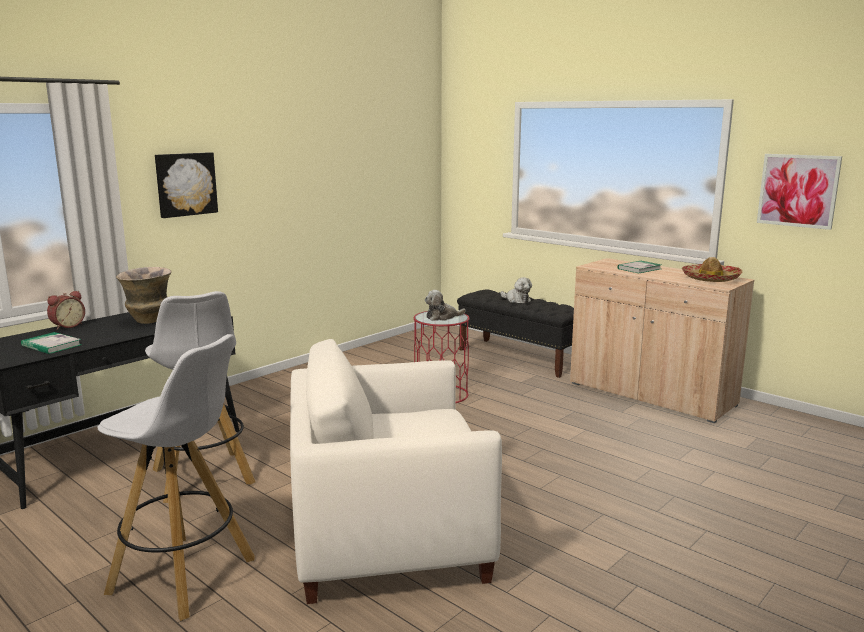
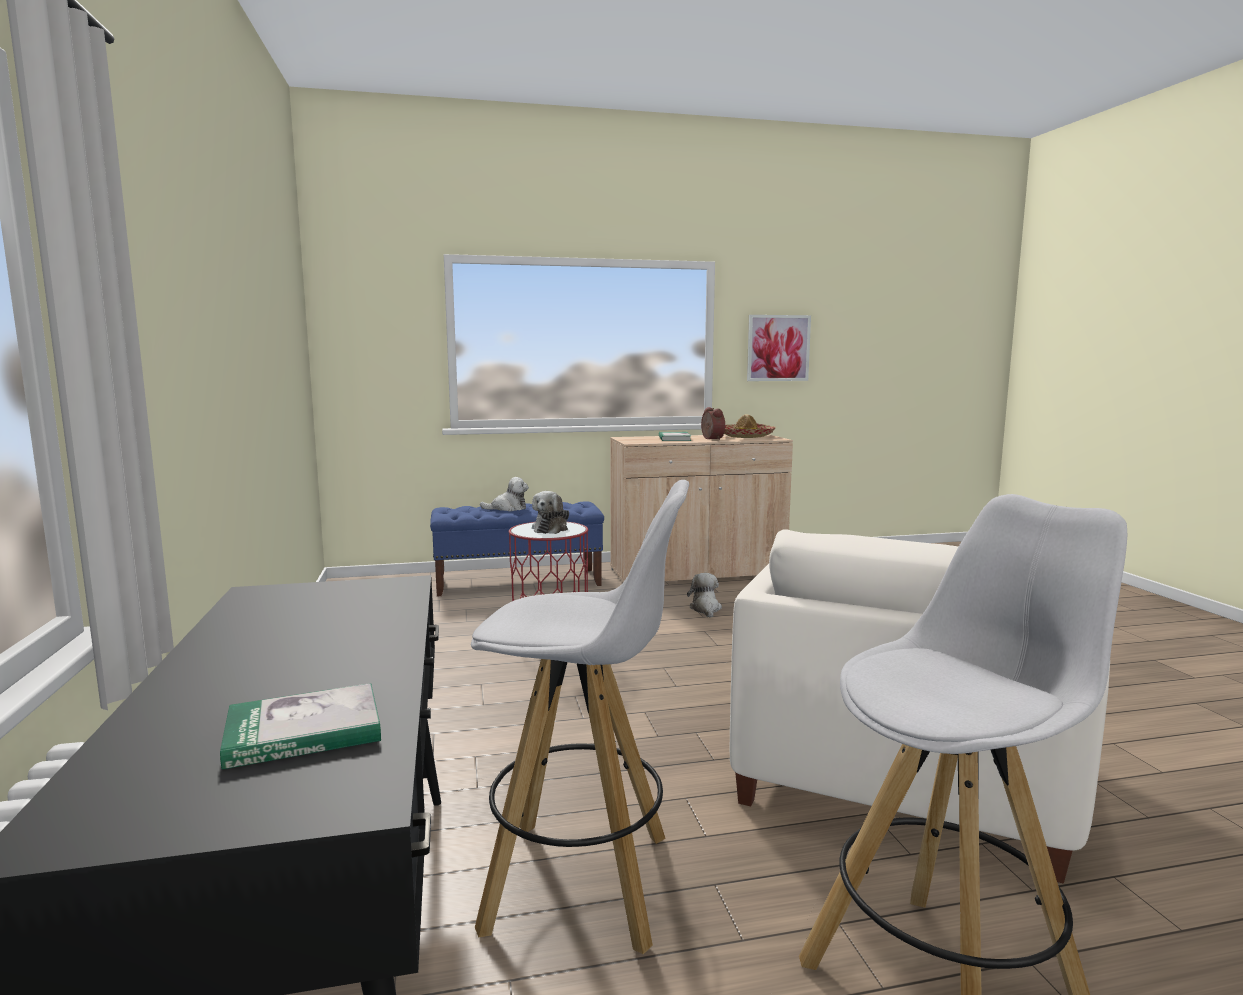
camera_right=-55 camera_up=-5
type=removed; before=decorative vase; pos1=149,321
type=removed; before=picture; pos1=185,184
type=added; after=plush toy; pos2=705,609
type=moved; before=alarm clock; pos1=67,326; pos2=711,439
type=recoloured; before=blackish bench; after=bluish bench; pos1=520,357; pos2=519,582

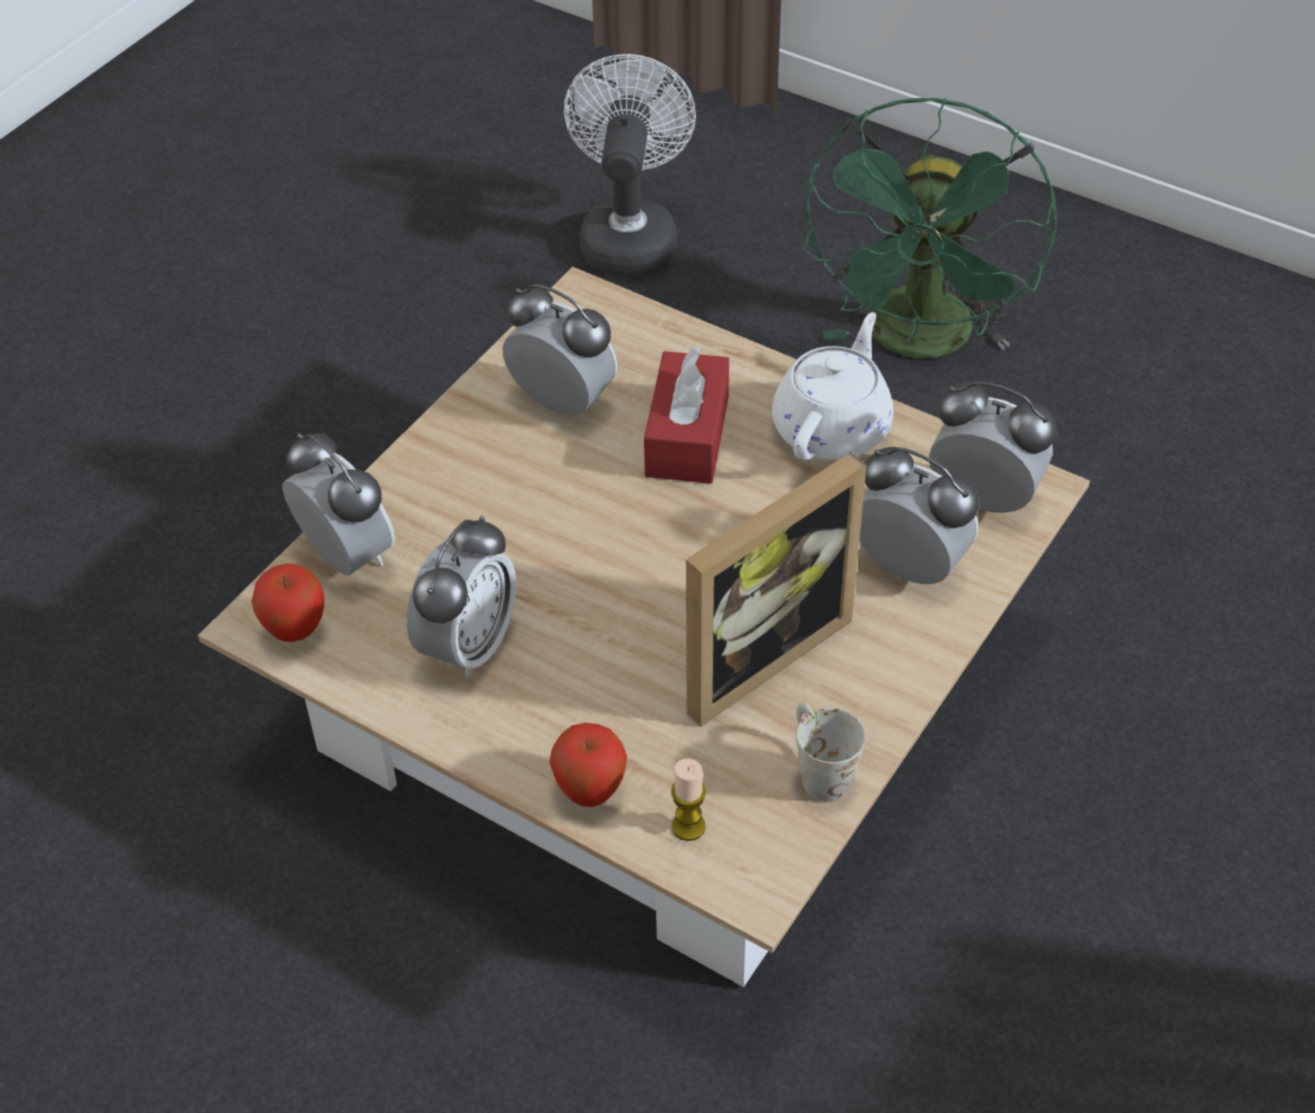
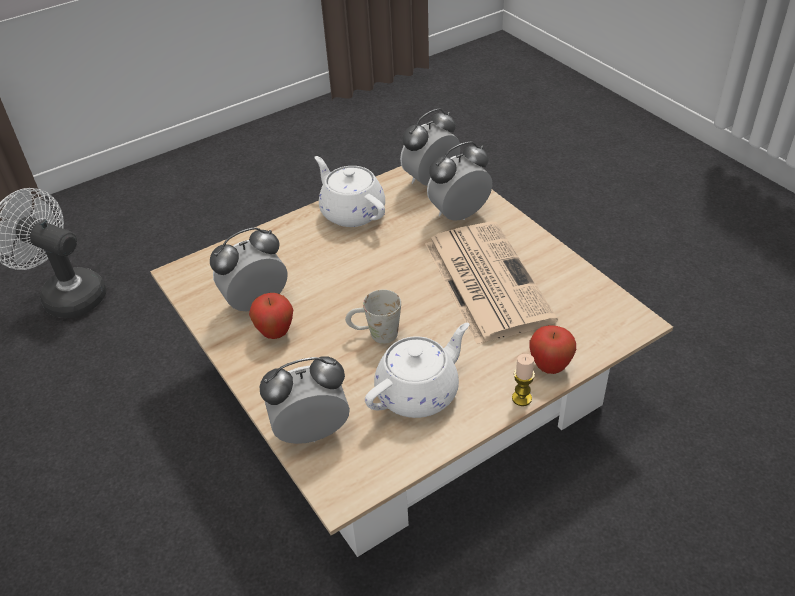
camera_right=-65 camera_up=-5
type=removed; before=reddish tissue box; pos1=687,436
type=removed; before=greenish fan; pos1=920,343
type=moved; before=apple fruit; pos1=295,630; pos2=275,333
type=moved; before=wax light; pos1=688,826; pos2=521,398
type=moved; before=whitish tea mug; pos1=818,770; pos2=375,335
type=replaced; before=alarm clock; after=whitish tea pot; pos1=468,646; pos2=419,392
type=replaced; before=standing frame; after=daily paper; pos1=754,652; pos2=485,280

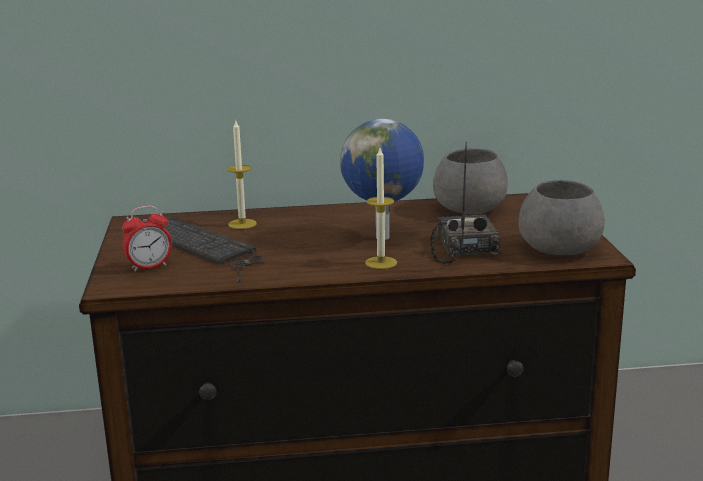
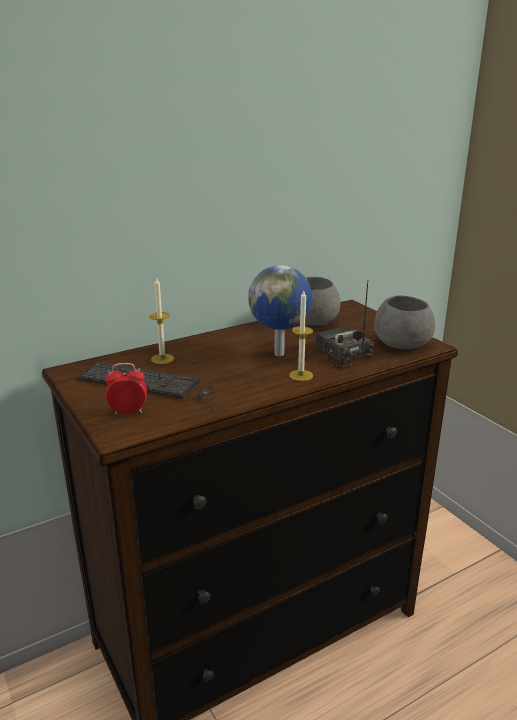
camera_right=-25 camera_up=5
type=turned; before=alarm clock; pos1=149,267; pos2=128,411; turn=-135

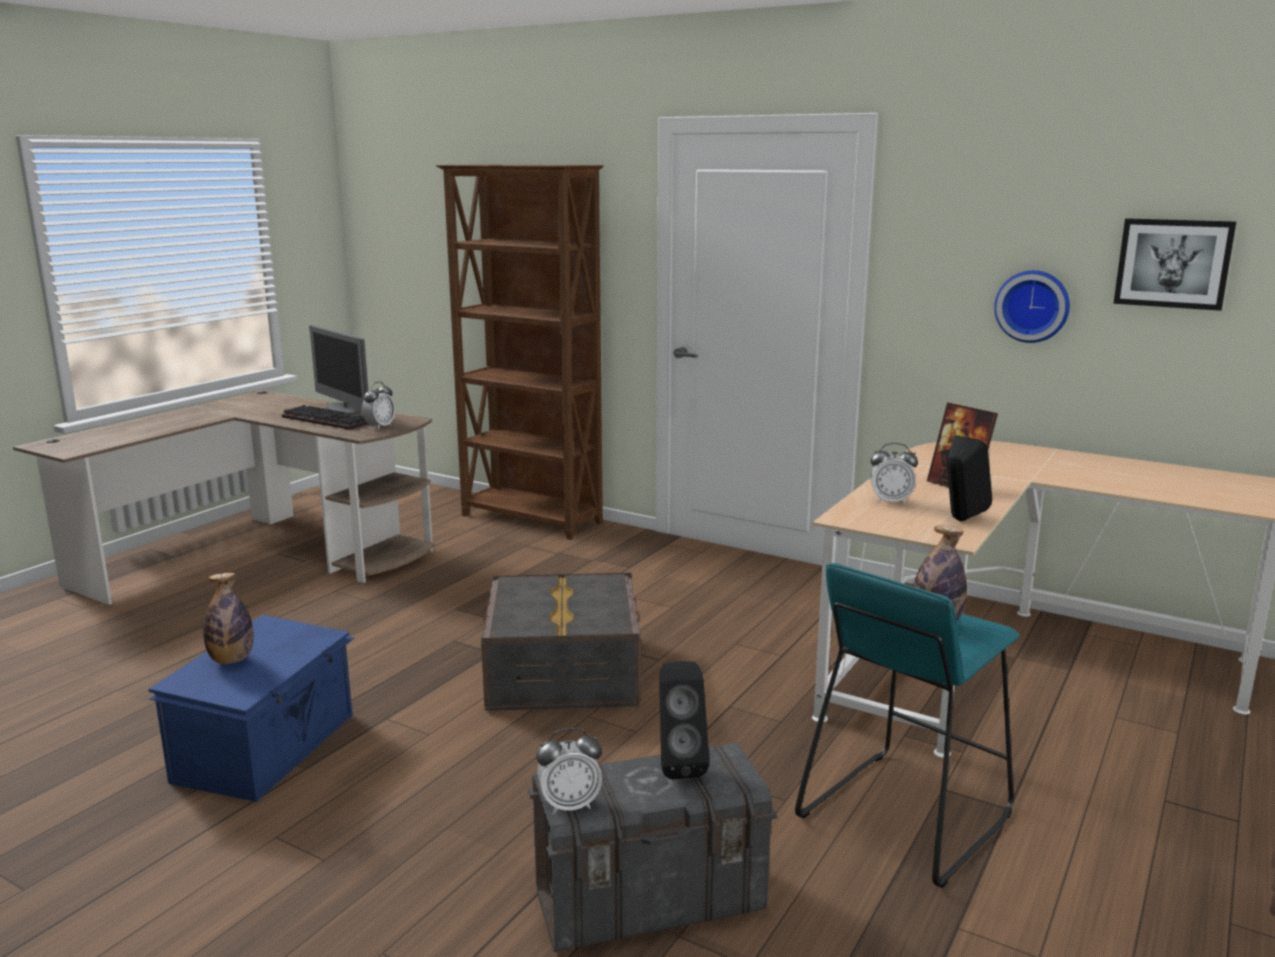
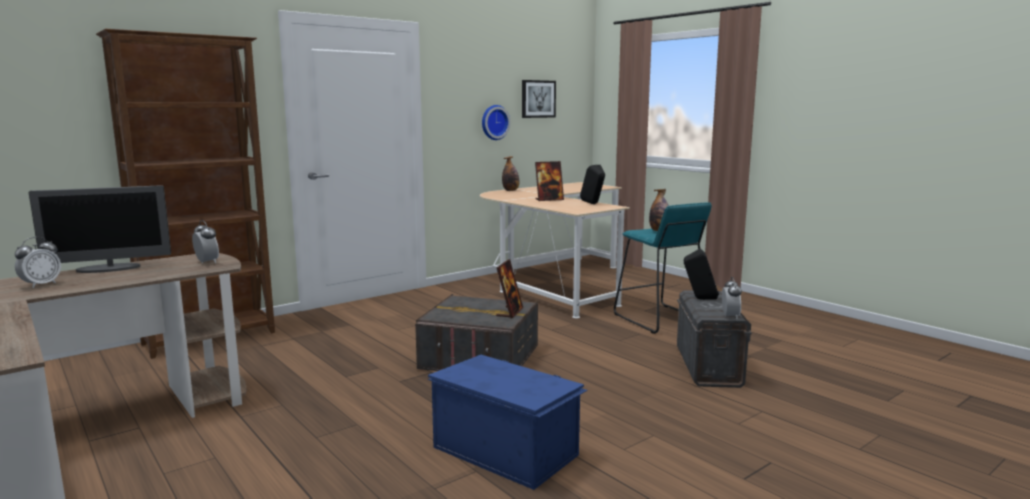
camera_right=-70 camera_up=-5
type=removed; before=keyboard; pos1=328,420
type=added; after=standing frame; pos2=509,312
type=moved; before=bottle; pos1=231,660; pos2=511,190
type=moved; before=alarm clock; pos1=891,501; pos2=41,285

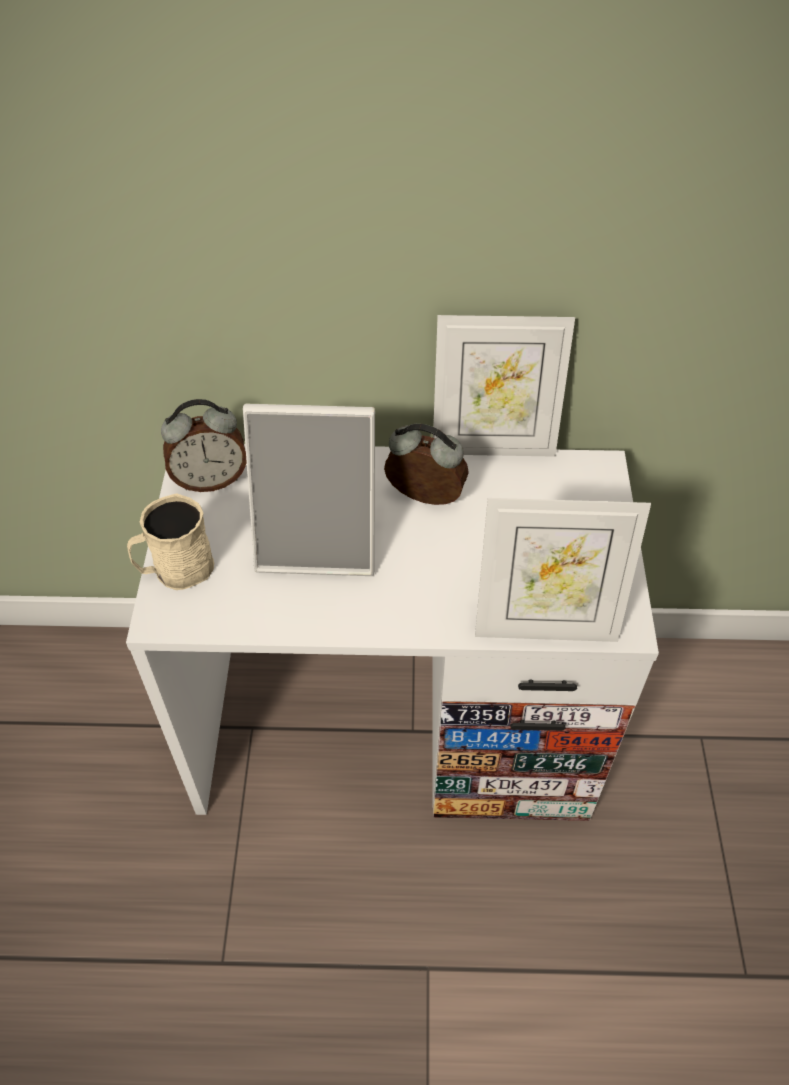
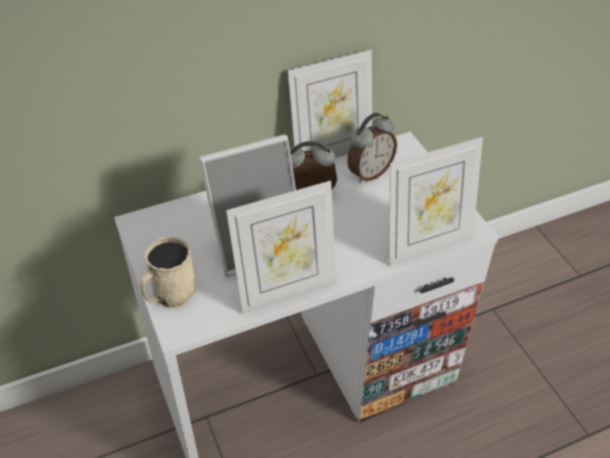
camera_right=-25 camera_up=-5
type=added; after=standing frame; pos2=286,290
type=moved; before=alarm clock; pos1=210,480; pos2=369,173

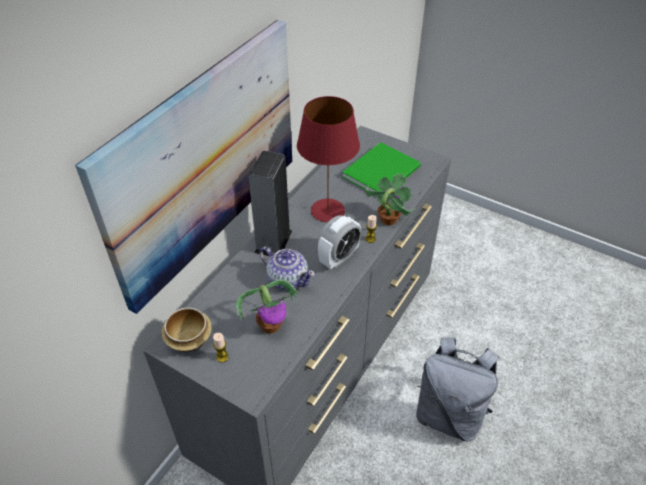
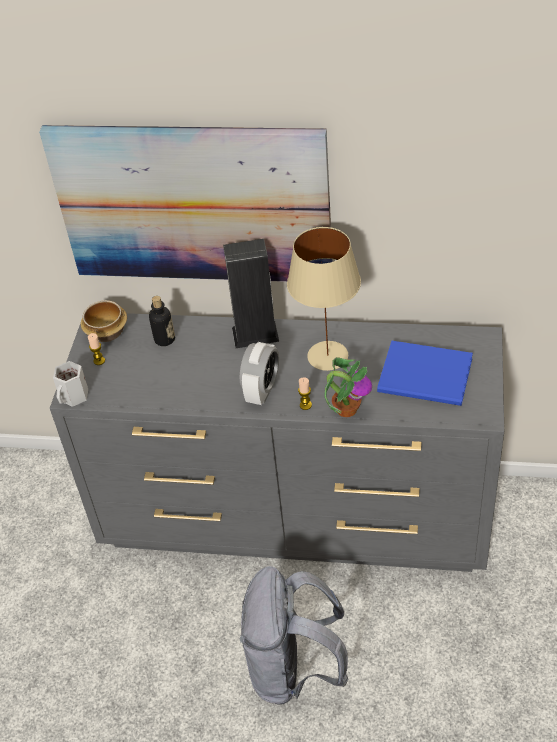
camera_right=70 camera_up=0
type=removed; before=houseplant; pos1=271,325
type=removed; before=tea pot; pos1=287,279
type=added; after=whitish tea mug; pos2=74,396
type=added; after=bottle; pos2=164,339
type=recoloured; before=reddish table lamp; after=beige-coloured table lamp; pos1=327,211; pos2=327,355
type=recoloured; before=greenish book; after=bluish book; pos1=384,171; pos2=427,378
type=turned; before=alarm clock; pos1=339,258; pos2=262,391; turn=-90

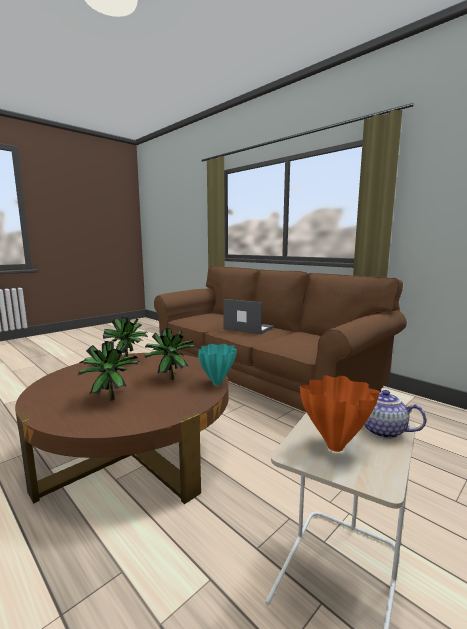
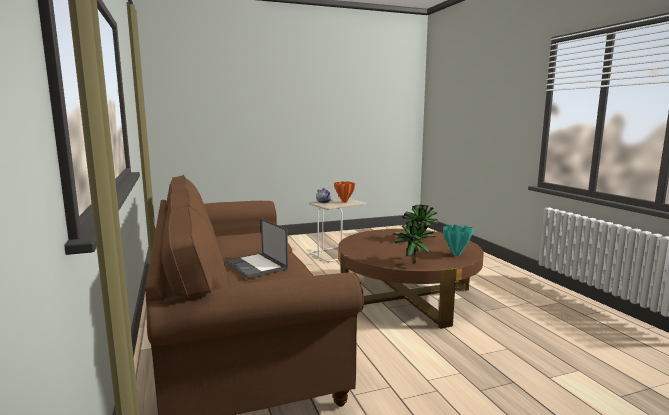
camera_right=-155 camera_up=0
type=removed; before=houseplant; pos1=169,378
type=moved; before=turquoise-coloured decorative vase; pos1=218,383; pos2=456,254

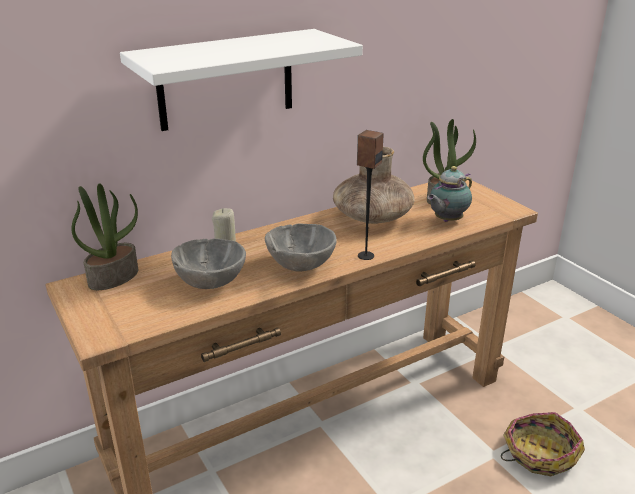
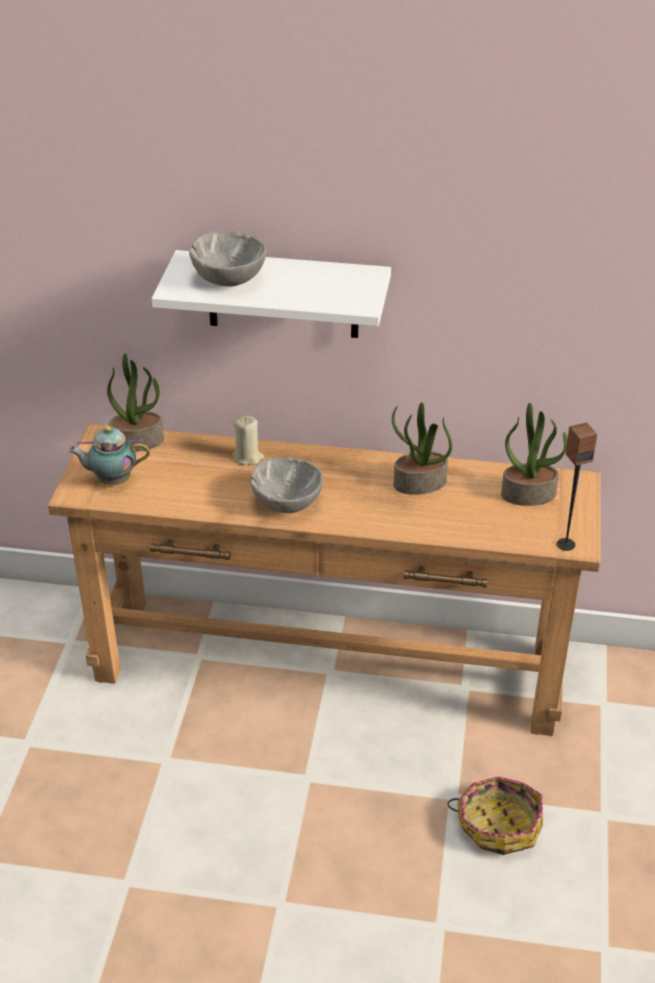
camera_right=40 camera_up=10
type=moved; before=grey deep dish; pos1=209,282; pos2=228,280
type=moved; before=speaker; pos1=365,255; pos2=565,544
type=moved; before=tea pot; pos1=446,220; pos2=112,480
type=replaced; before=brown decorative vase; after=houseplant; pos1=372,218; pos2=419,484

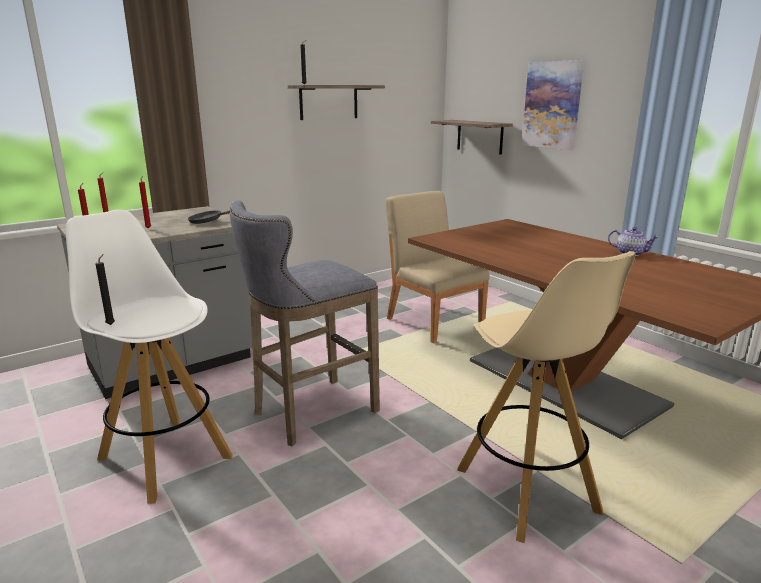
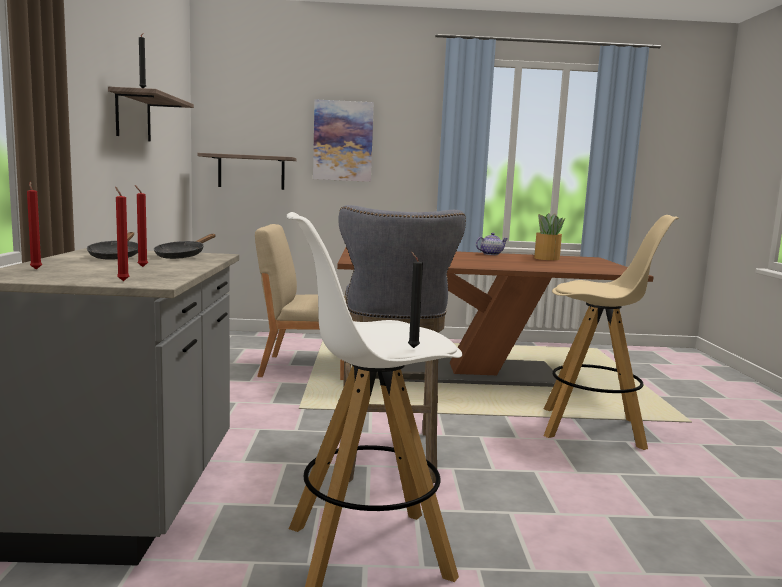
camera_right=-55 camera_up=-10
type=added; after=blackish frying pan; pos2=116,256
type=added; after=houseplant; pos2=546,258

